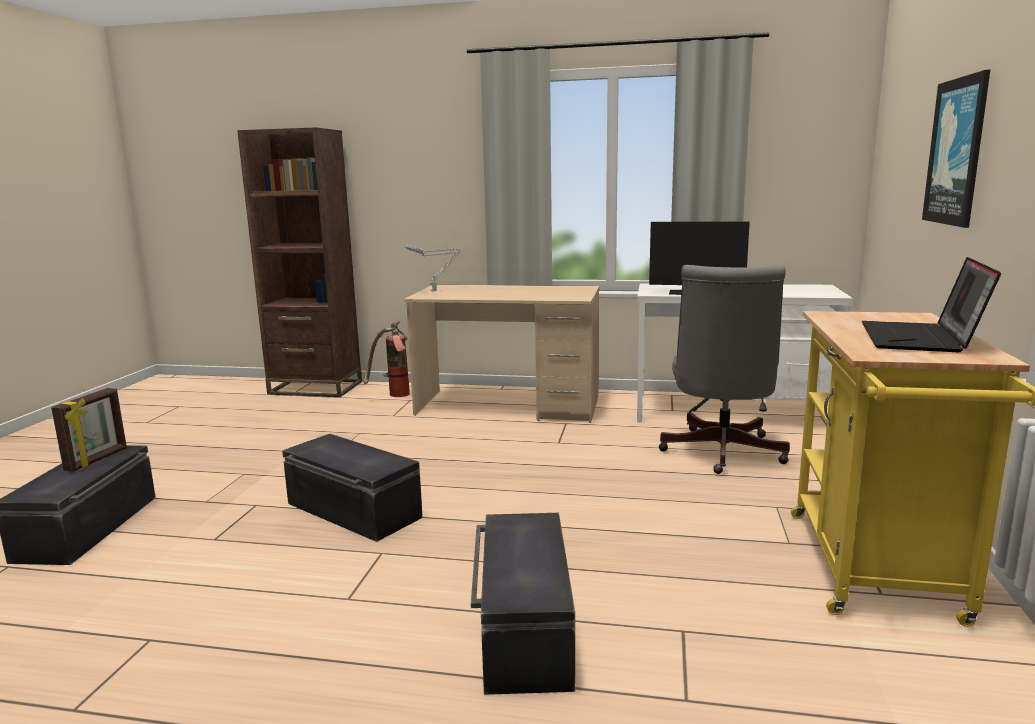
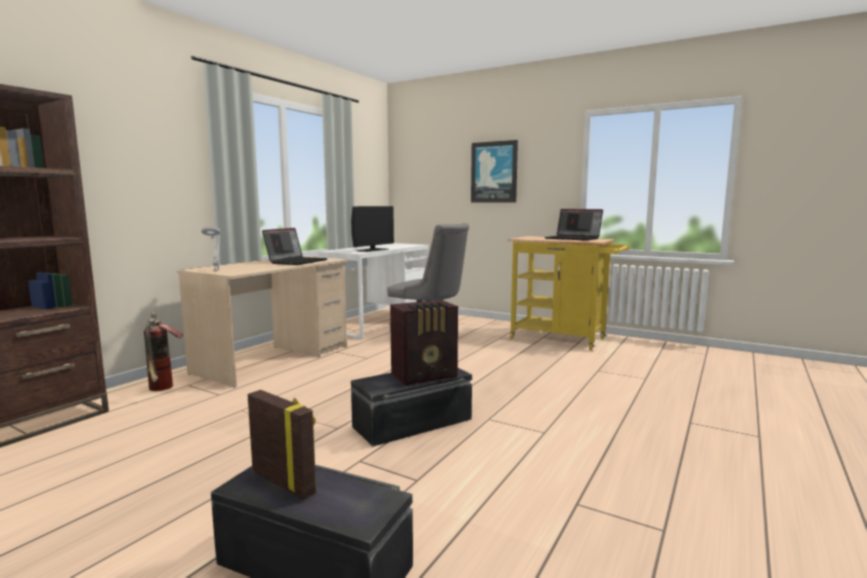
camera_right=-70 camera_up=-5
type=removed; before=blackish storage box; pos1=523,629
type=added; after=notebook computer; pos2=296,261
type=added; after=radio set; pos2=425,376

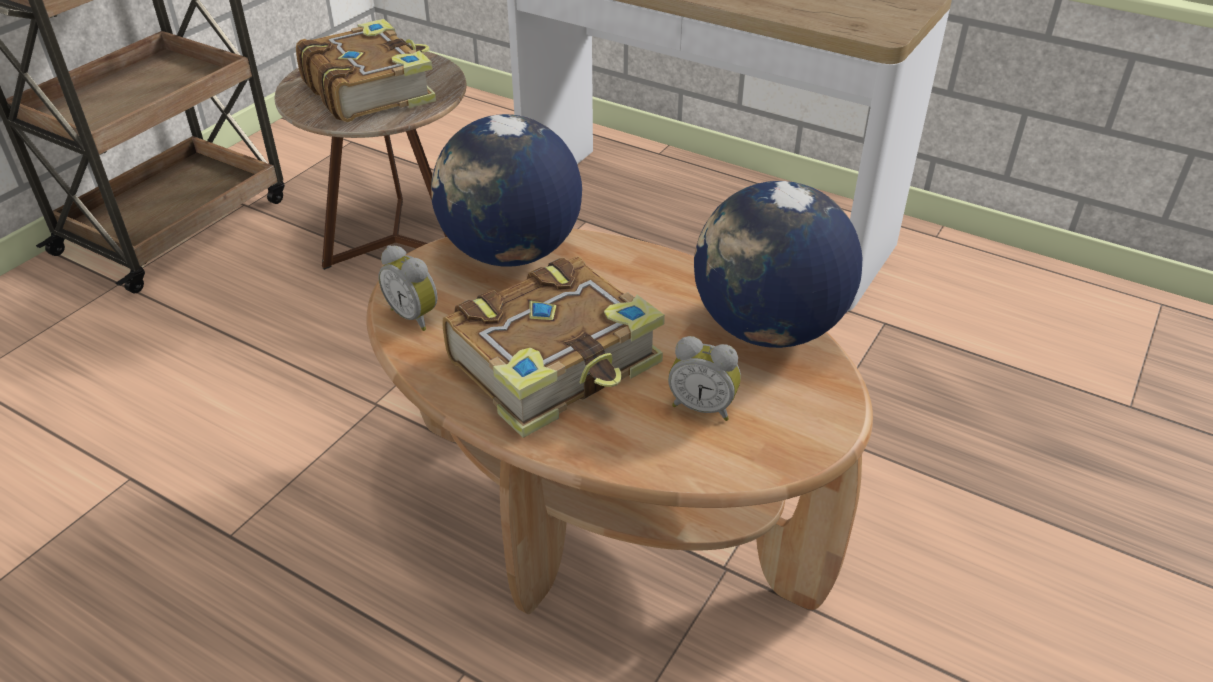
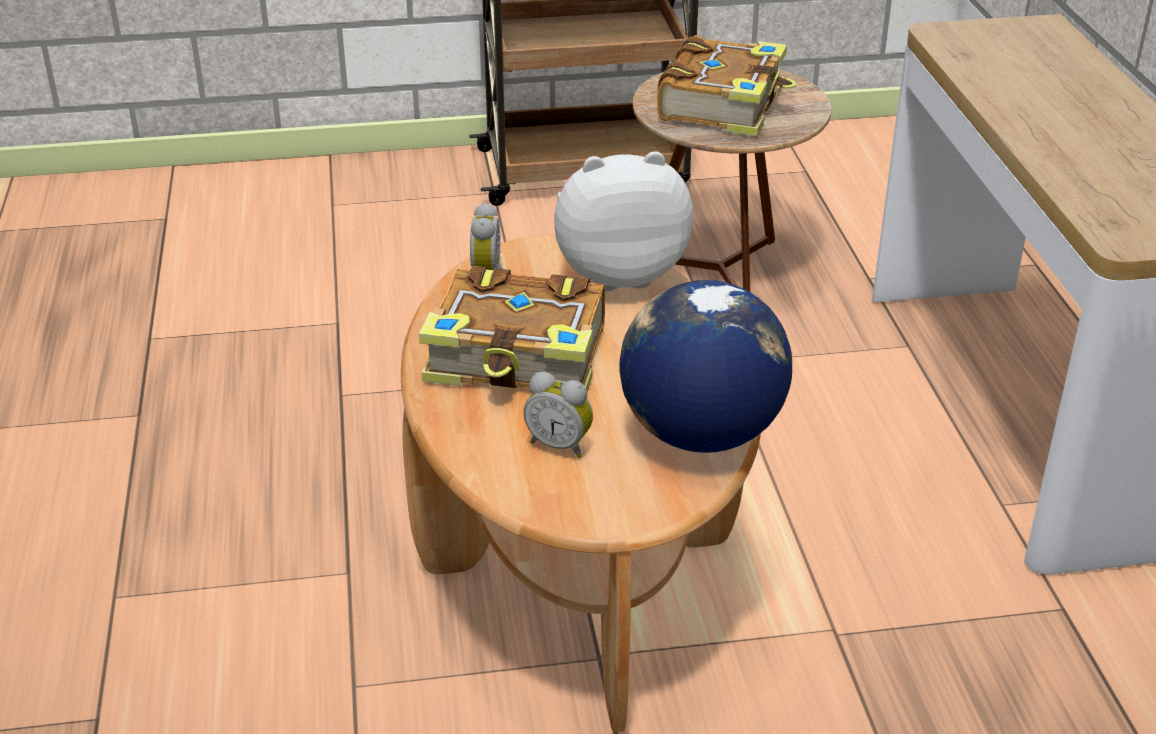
camera_right=50 camera_up=-5
type=replaced; before=globe; after=plush toy; pos1=510,253; pos2=618,273
type=turned; before=alarm clock; pos1=703,406; pos2=560,444; turn=-45

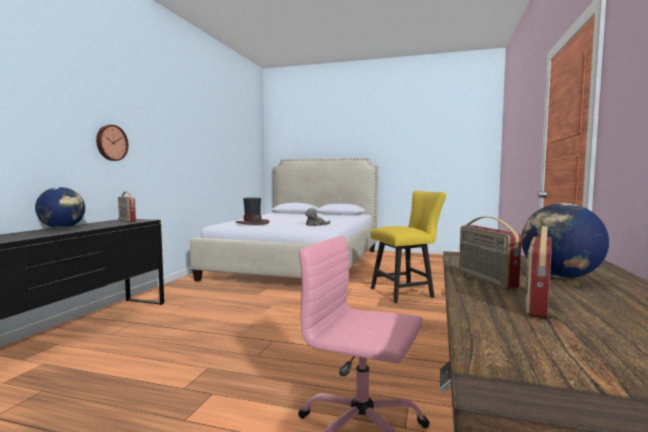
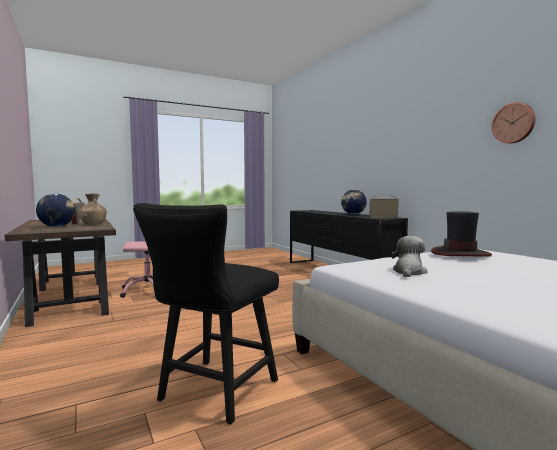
camera_right=135 camera_up=0
type=moved; before=hanging clock; pos1=111,143; pos2=514,123
type=replaced; before=radio set; after=brown decorative vase; pos1=485,279; pos2=93,224
type=recoloured; before=yellow chair; after=blackish chair; pos1=406,292; pos2=213,394

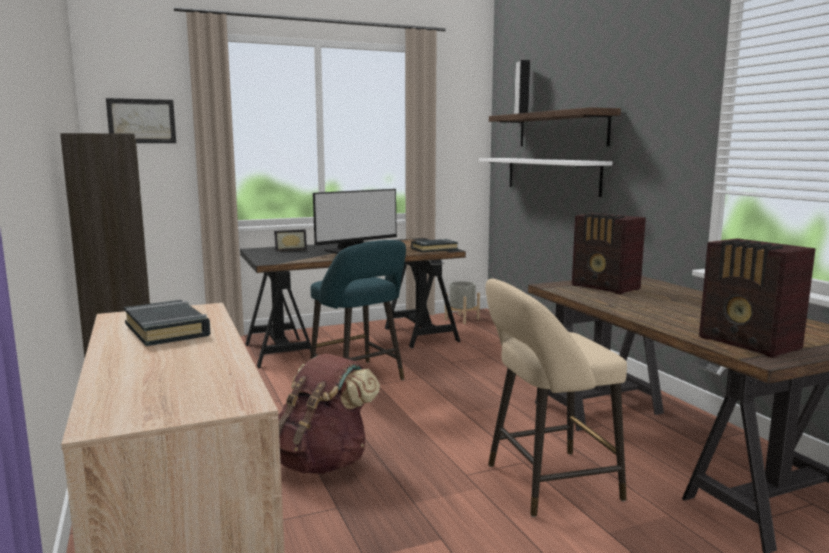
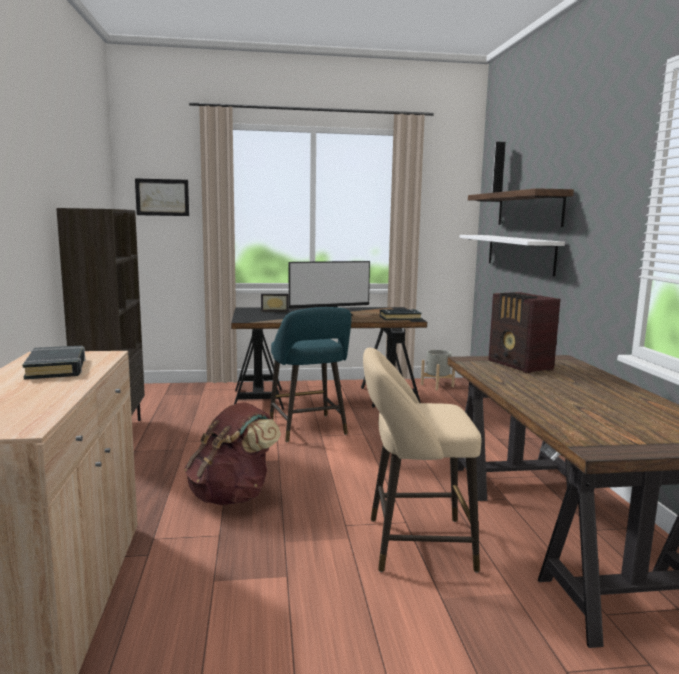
camera_right=15 camera_up=0
type=removed; before=radio set; pos1=749,344

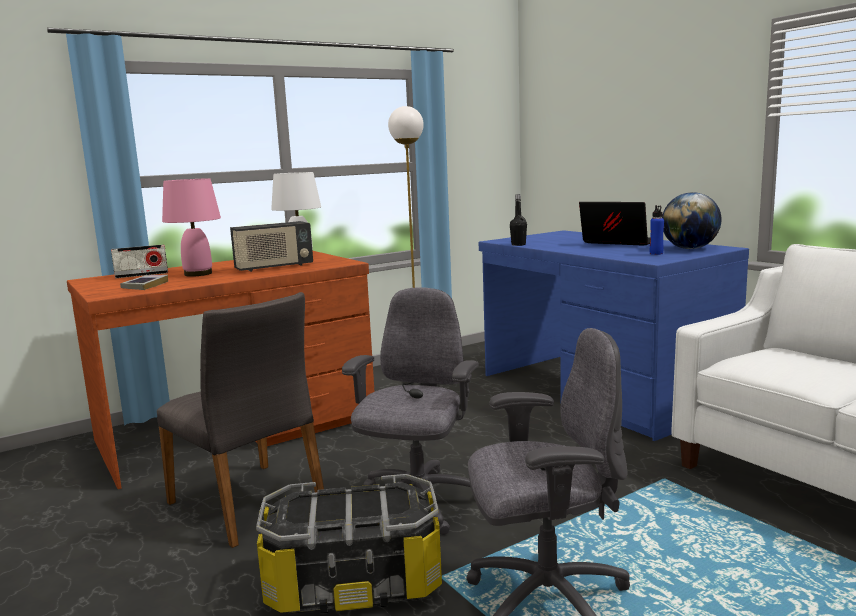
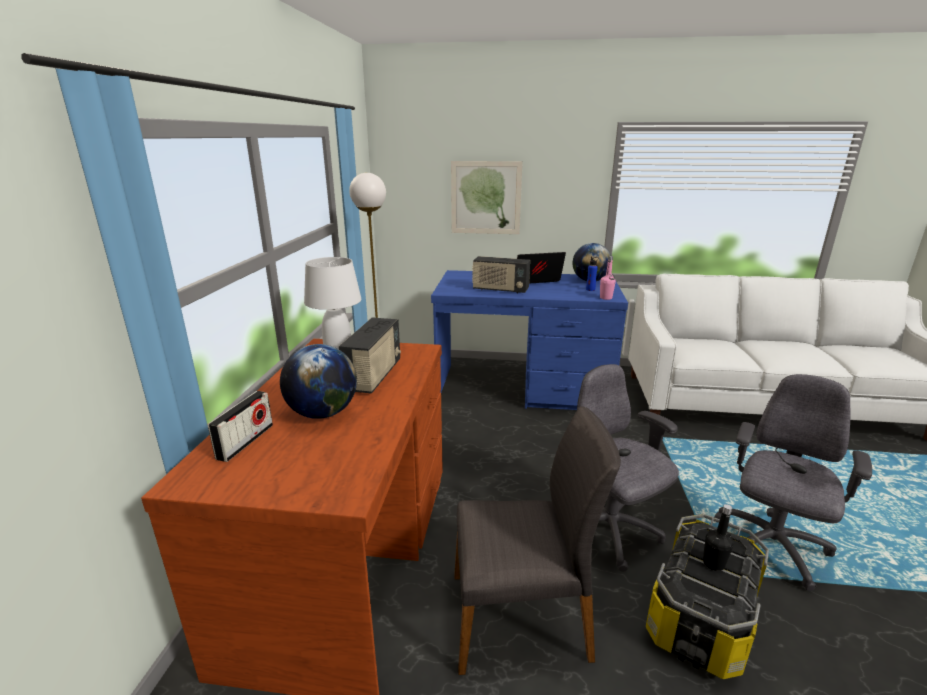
camera_right=-50 camera_up=10
type=removed; before=book; pos1=145,286
type=added; after=picture; pos2=486,198
type=added; after=radio set; pos2=500,290
type=added; after=pink bottle; pos2=606,298
type=moved; before=blackish bottle; pos1=518,244; pos2=713,563
type=replaced; before=pink table lamp; after=globe; pos1=198,274; pos2=322,413

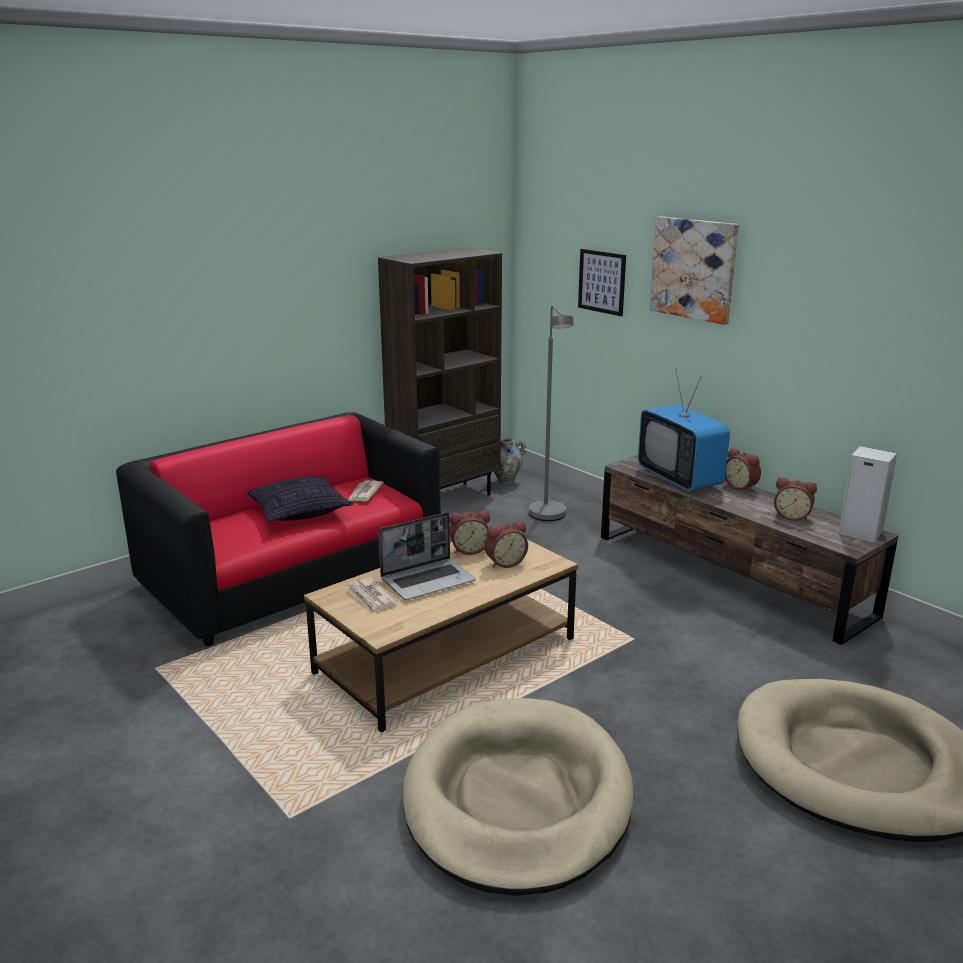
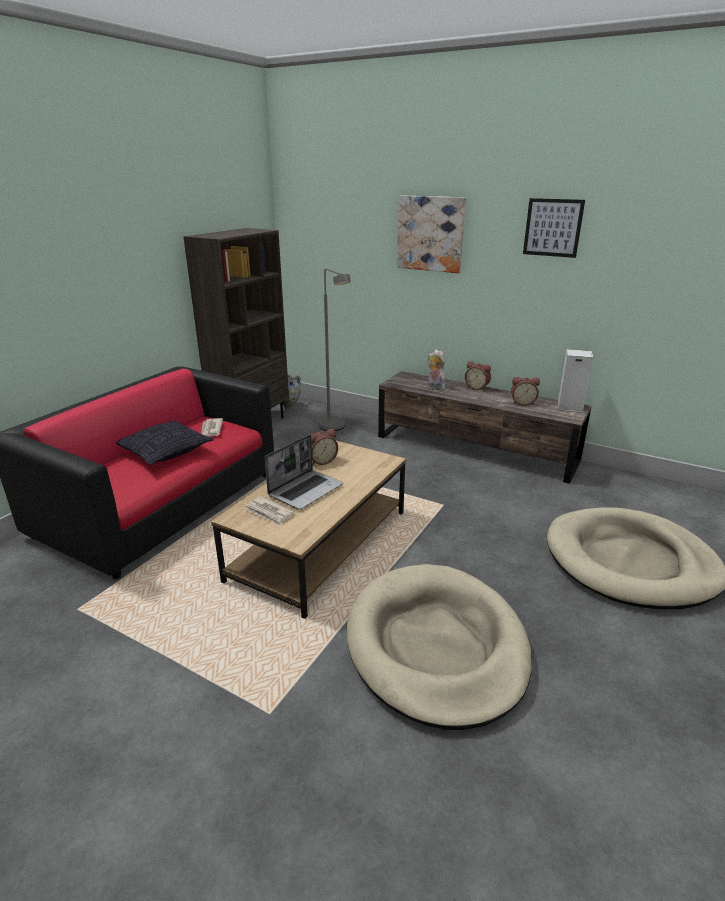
camera_right=-20 camera_up=5
type=removed; before=alarm clock; pos1=504,562
type=moved; before=picture; pos1=602,282; pos2=553,227
type=replaced; before=TV set; after=plush toy; pos1=679,478; pos2=434,387

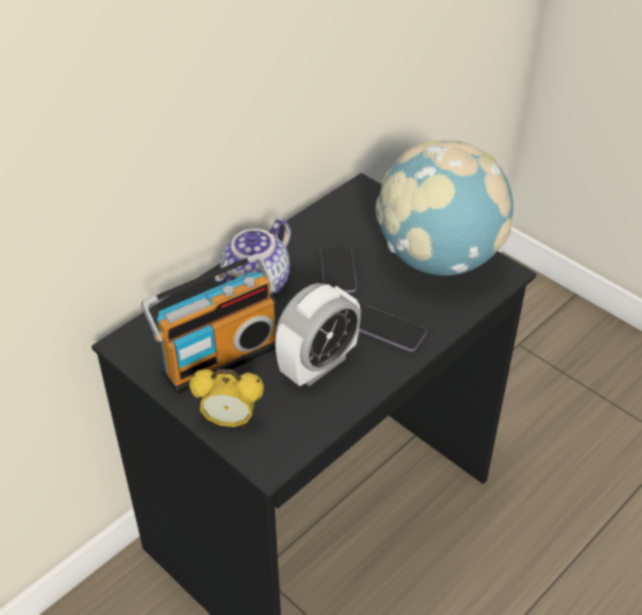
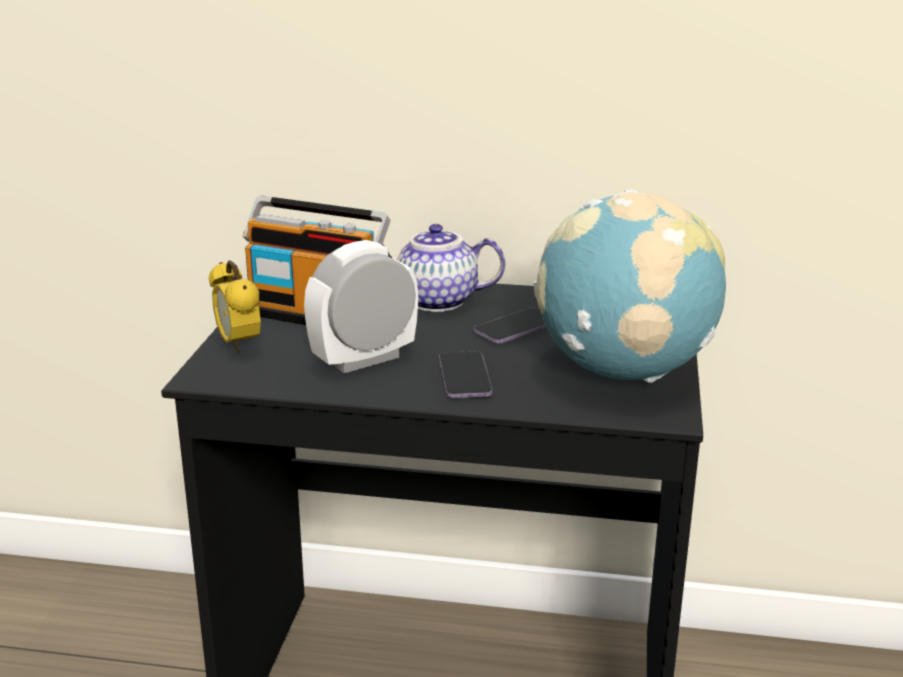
camera_right=55 camera_up=-20
type=turned; before=alarm clock; pos1=318,365; pos2=364,359; turn=135

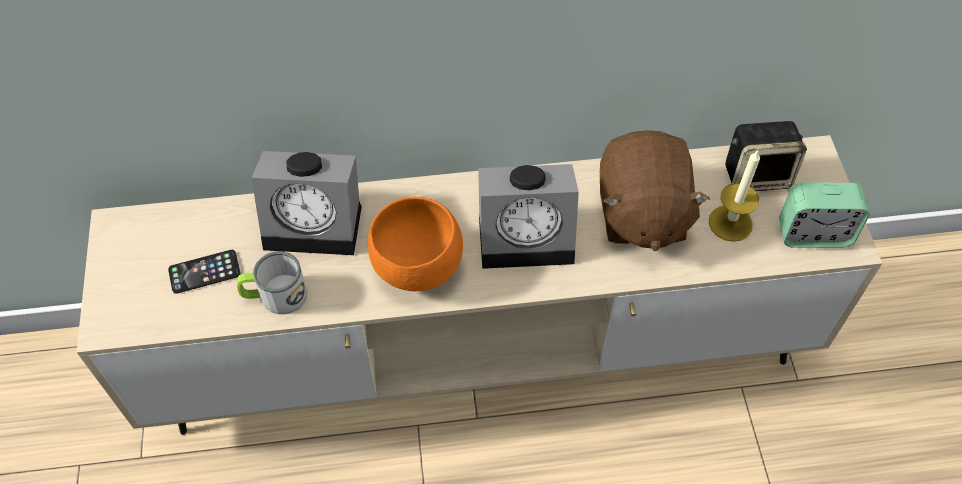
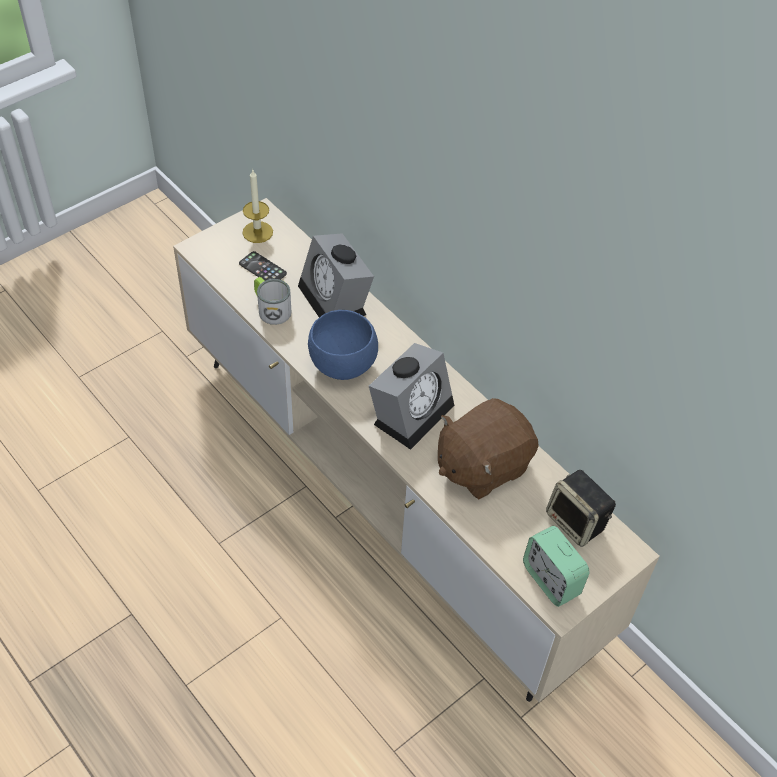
camera_right=55 camera_up=-5
type=moved; before=wax light; pos1=730,223; pos2=257,232
type=recoloured; before=orangey deep dish; after=bluish deep dish; pos1=419,269; pos2=342,366
type=turned; before=alarm clock; pos1=528,236; pos2=412,411; turn=-105

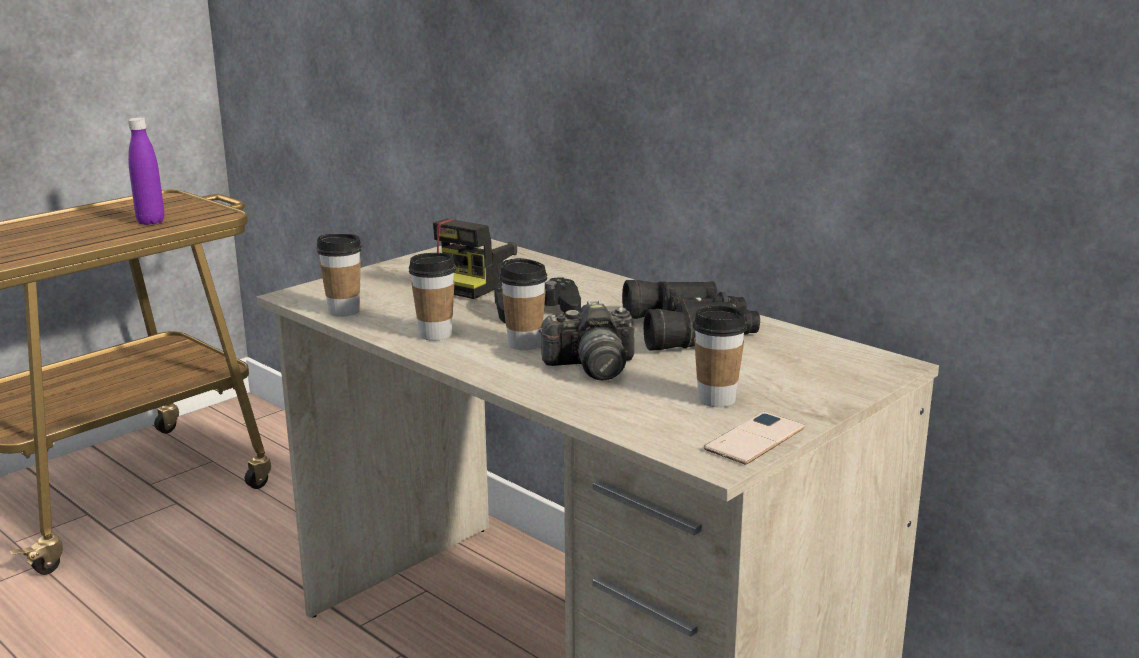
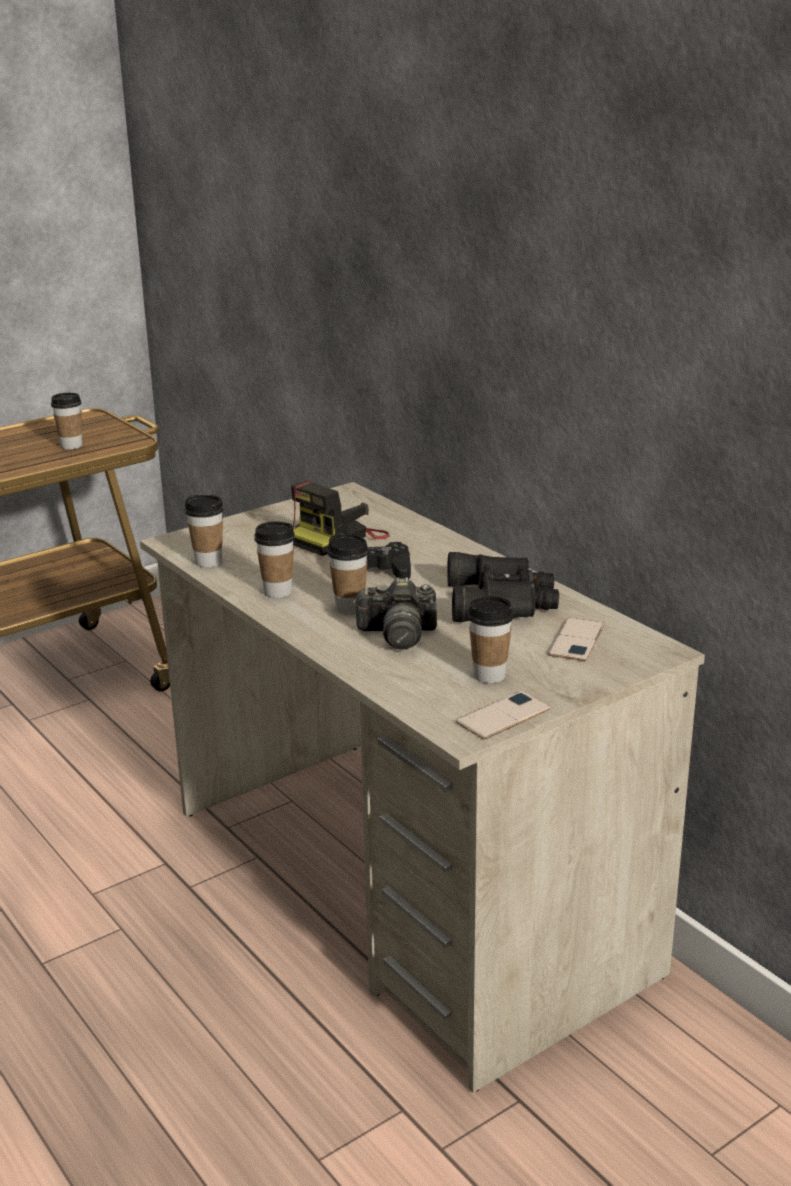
camera_right=10 camera_up=5
type=added; after=phone; pos2=576,640
type=replaced; before=purple bottle; after=small cup; pos1=151,221; pos2=71,446

